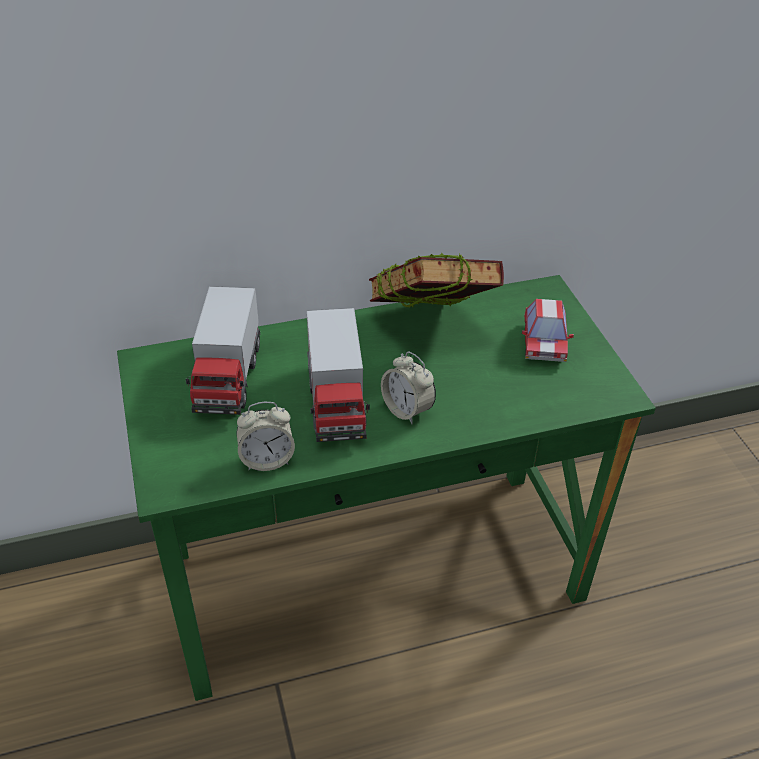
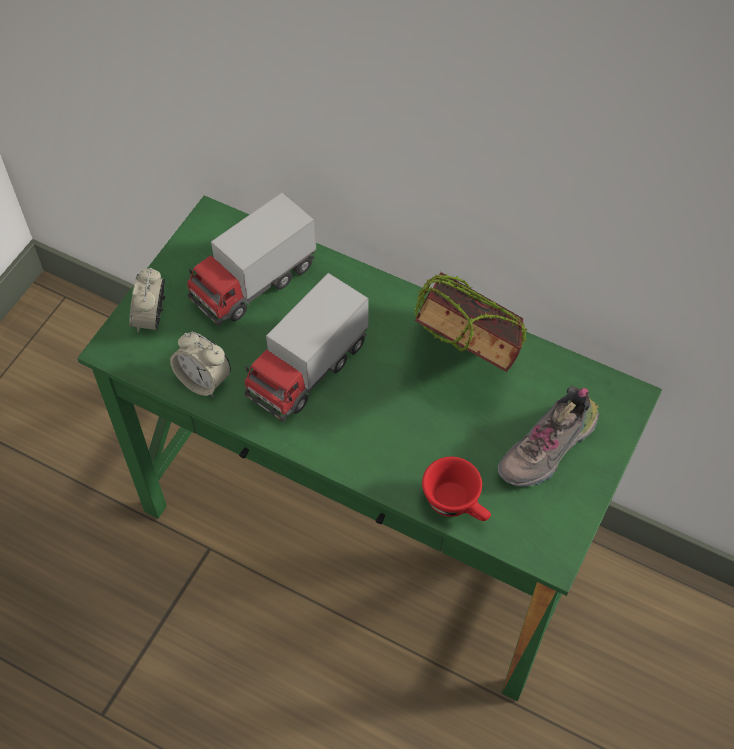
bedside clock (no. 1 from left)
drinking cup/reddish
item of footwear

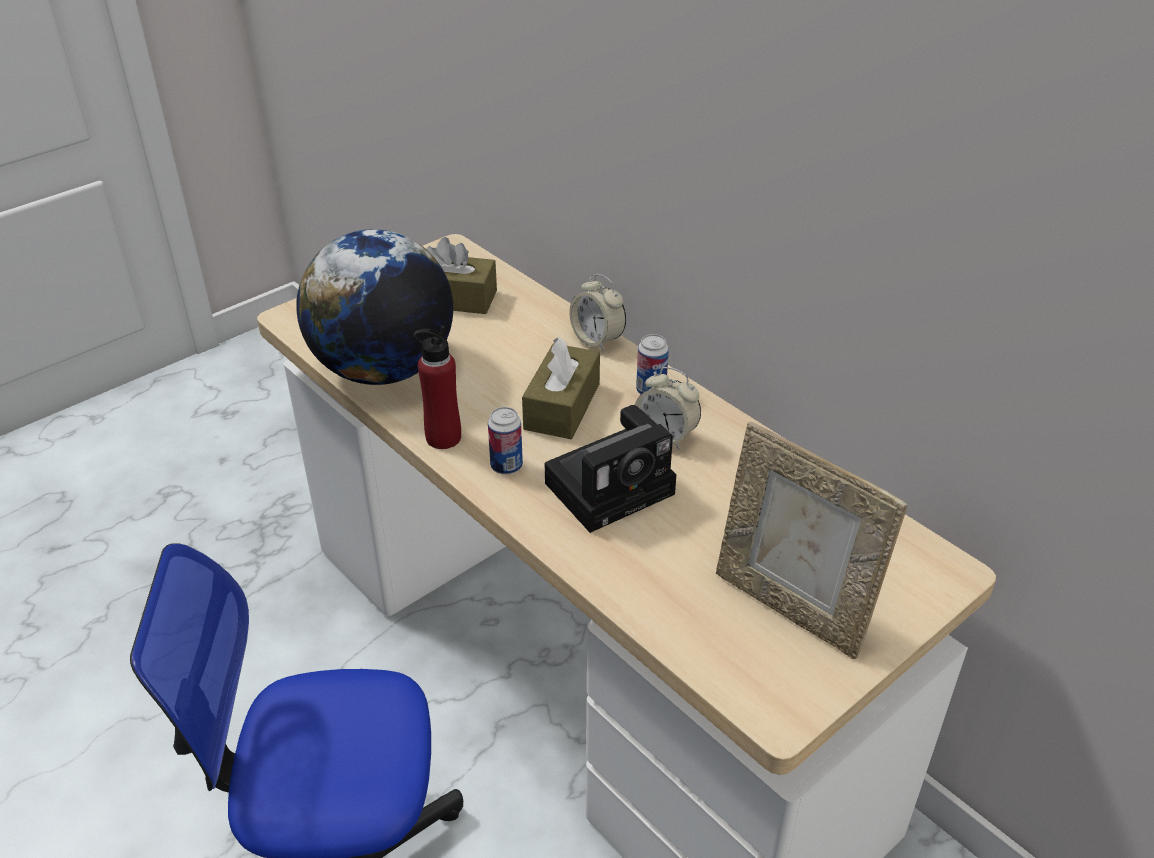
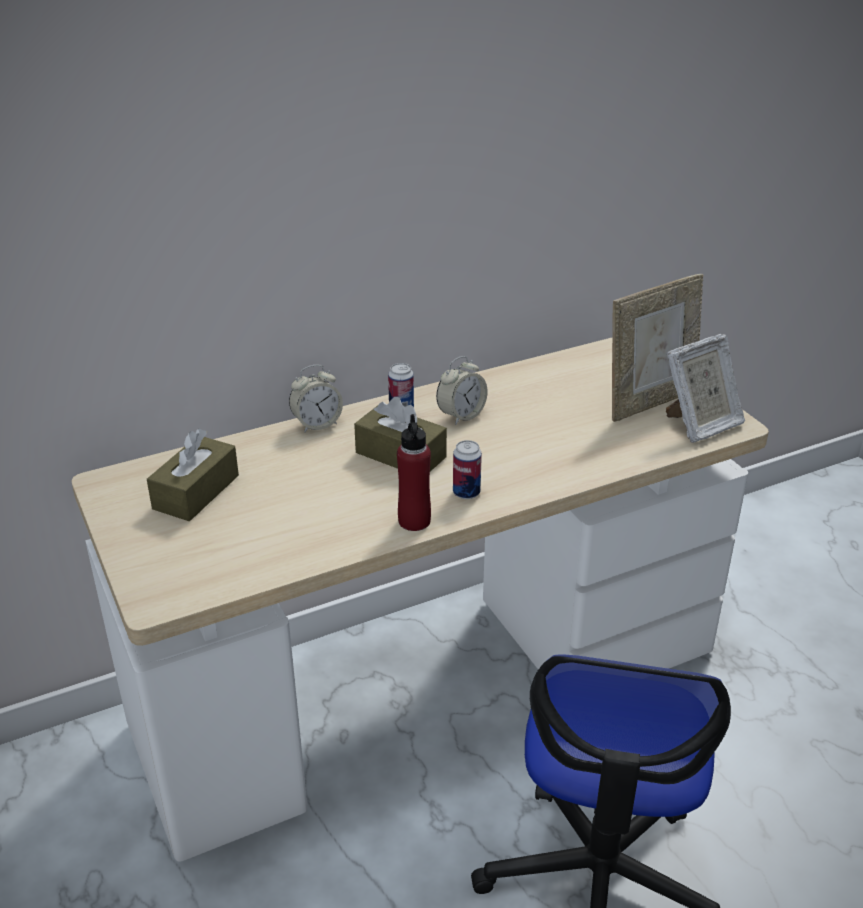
standing frame (no. 2 from left)
world globe
still camera

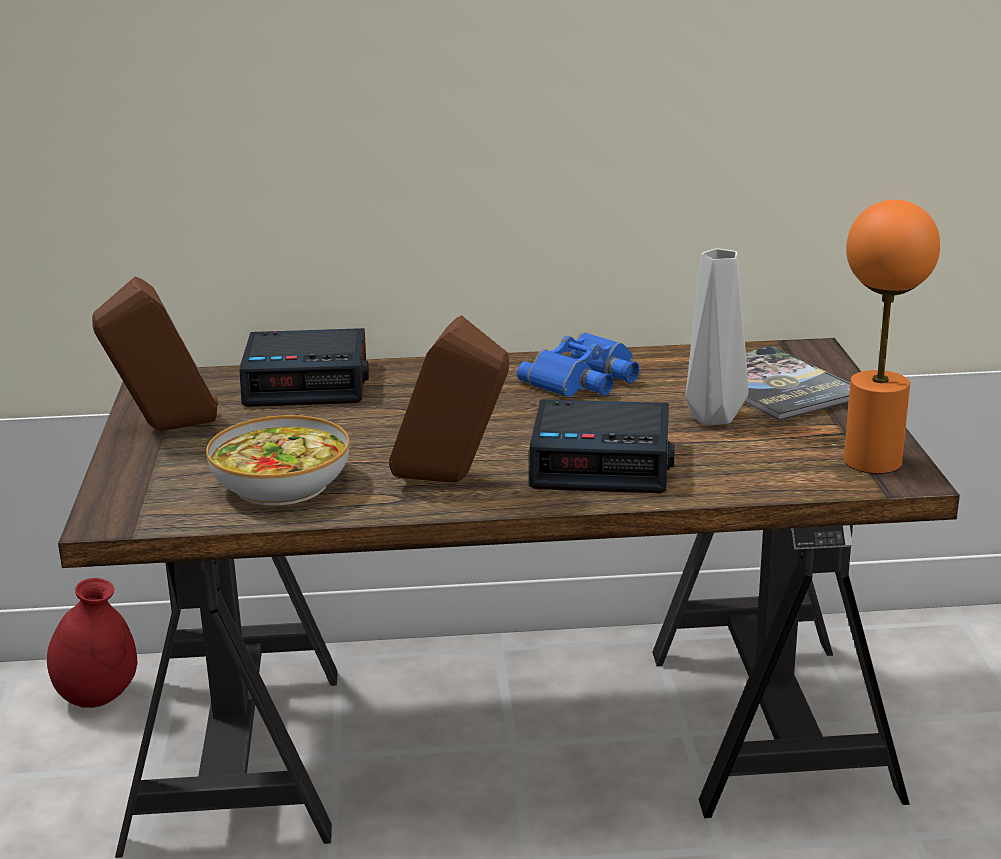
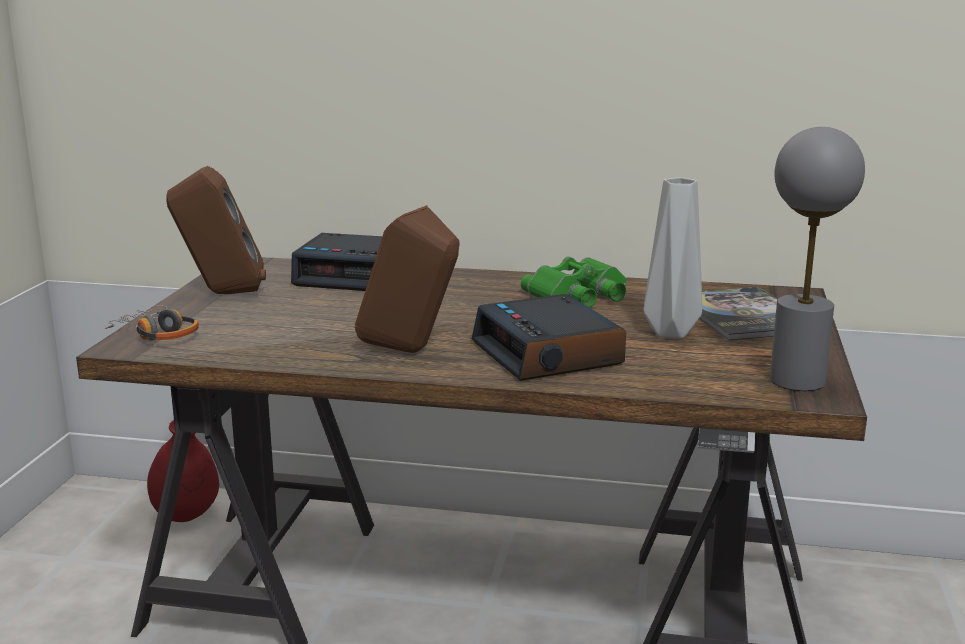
headphones
bedside clock (no. 2 from left)
field glasses/greenish
lamp for a table/grey
deep dish

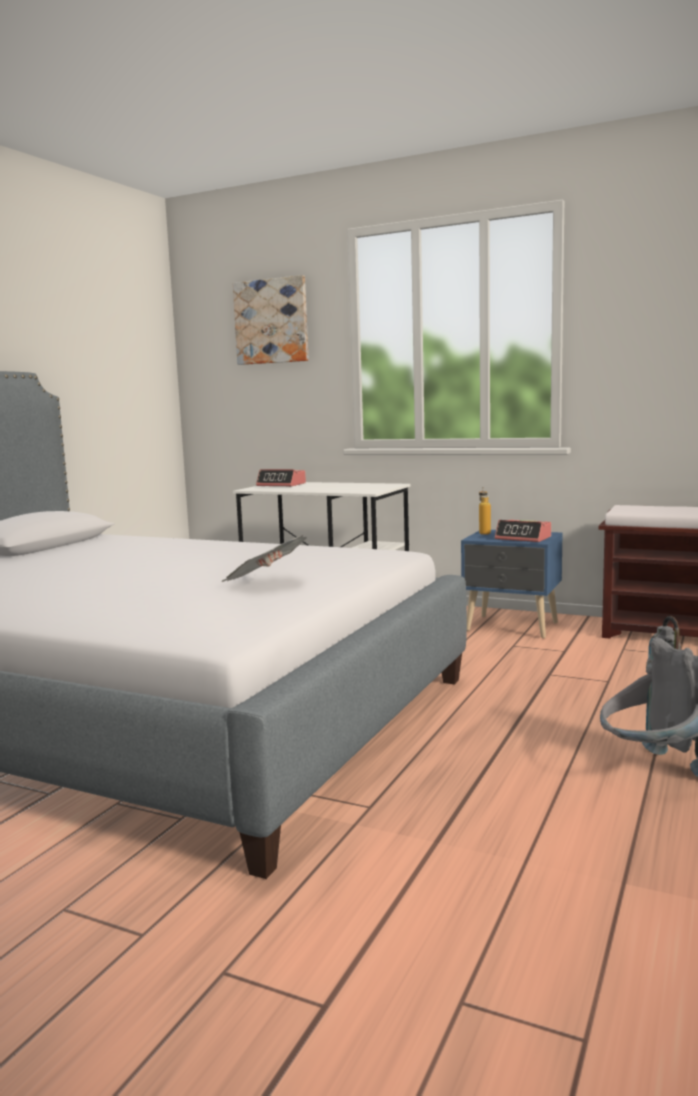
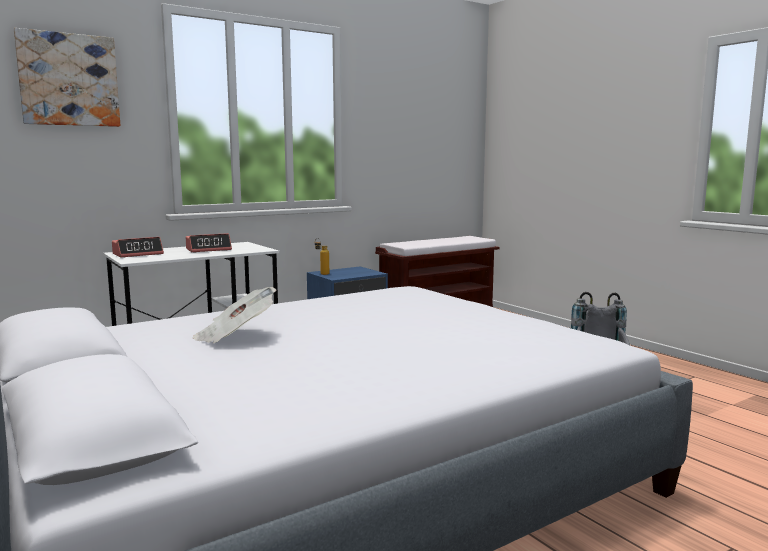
bedside clock (no. 2 from left)
newspaper

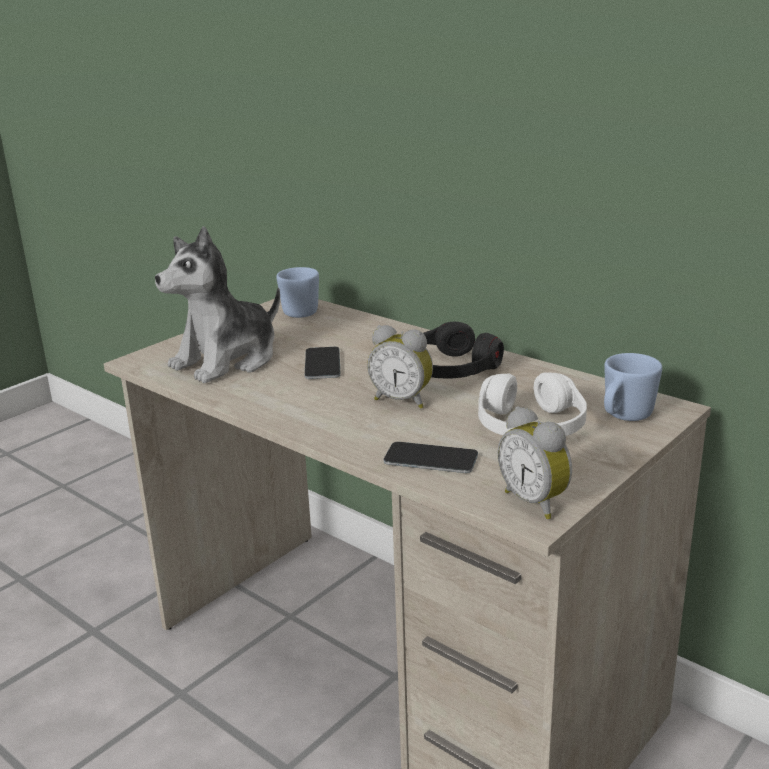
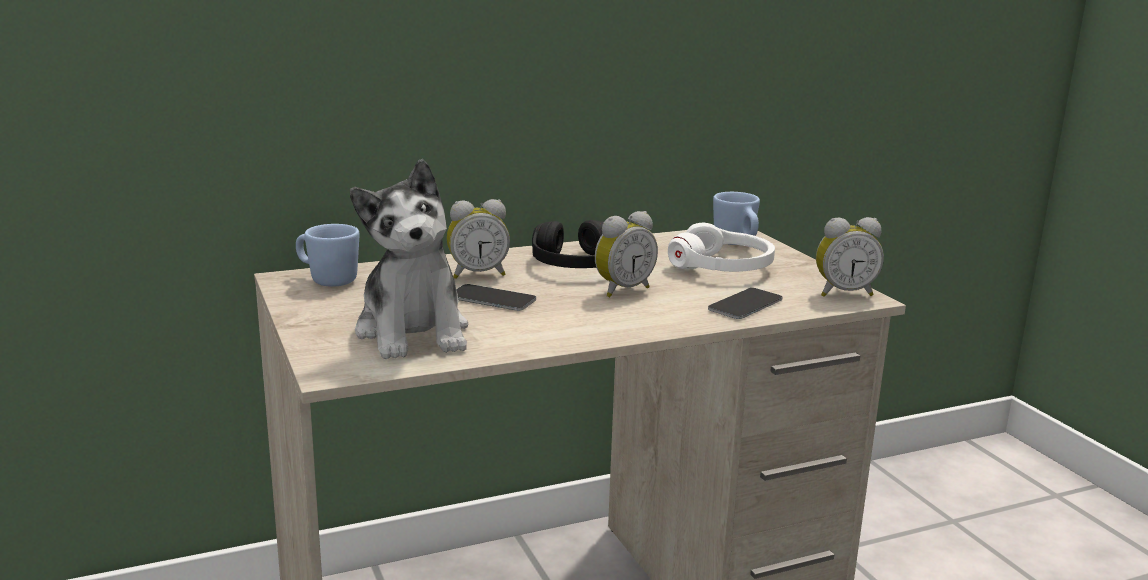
bedside clock (no. 1 from left)

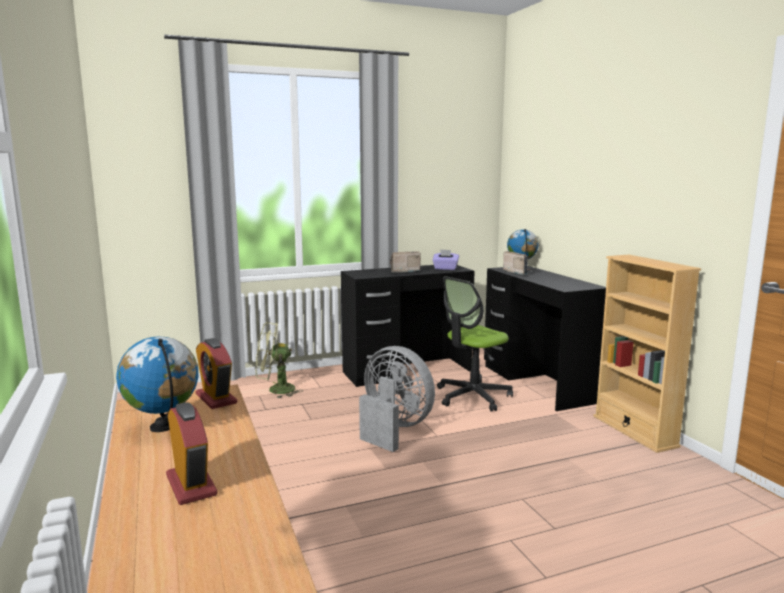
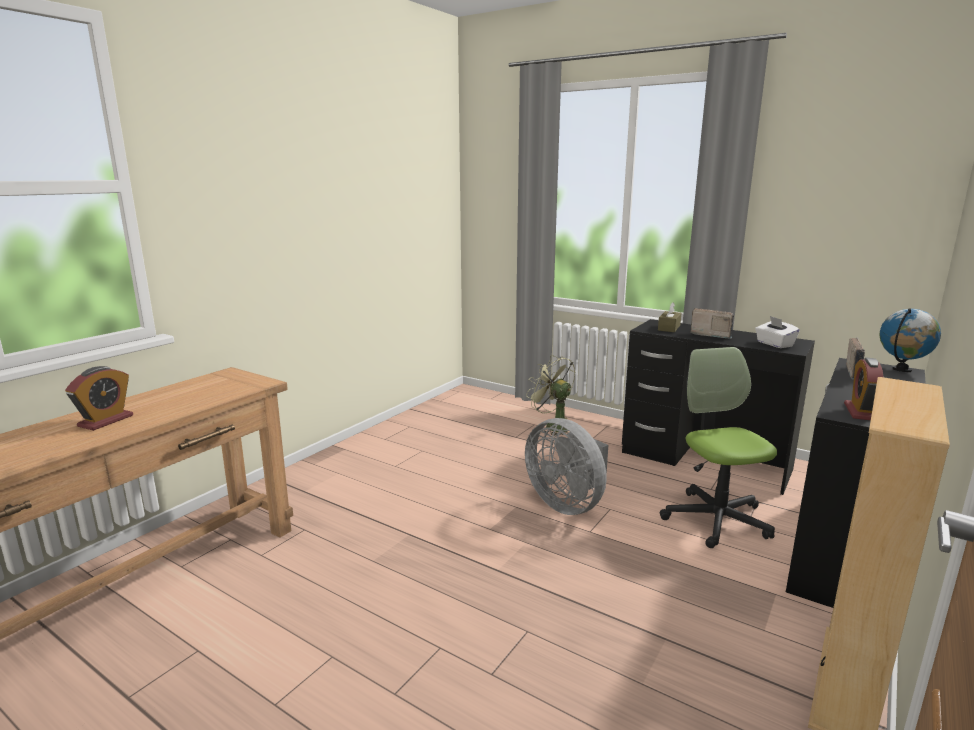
electric fan/grey
tissue holder/brown-coloured
computer chair
tissue holder/white-coloured
bedside clock (no. 2 from left)
world globe (no. 1 from left in the first image)

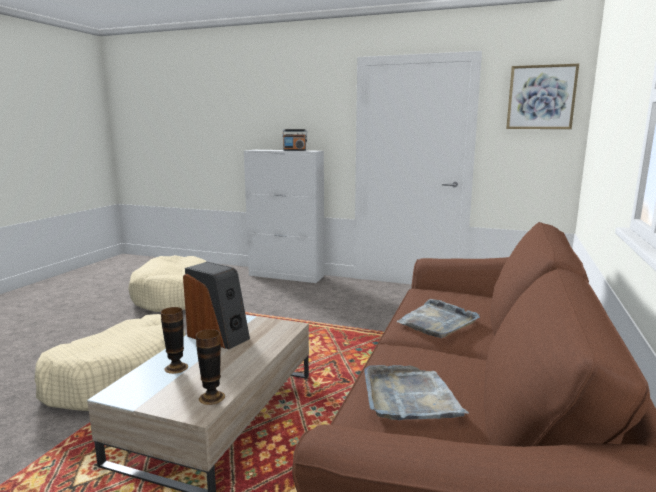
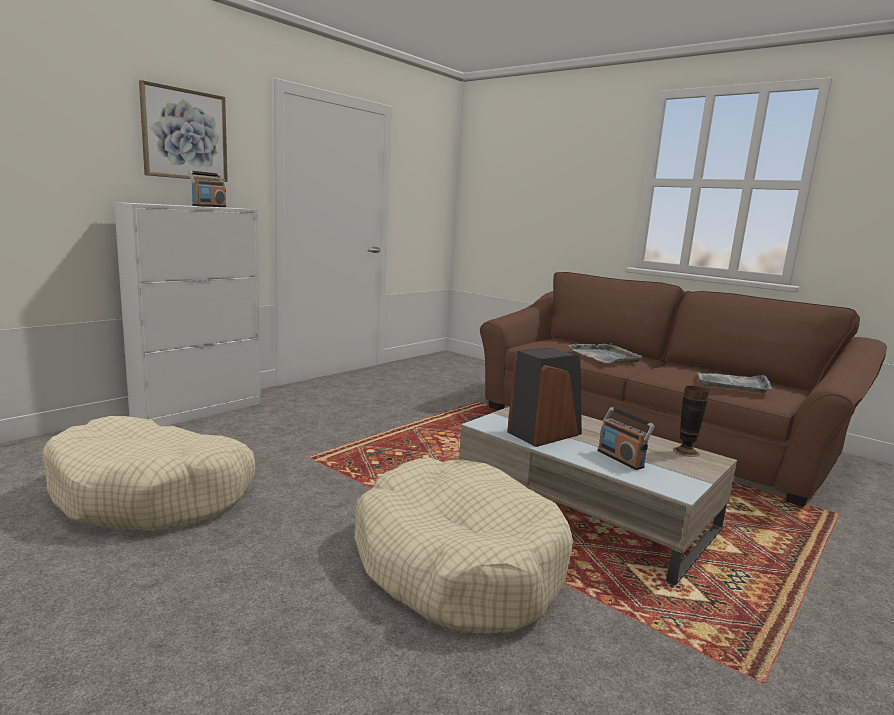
wall picture
radio set (no. 2 from left)

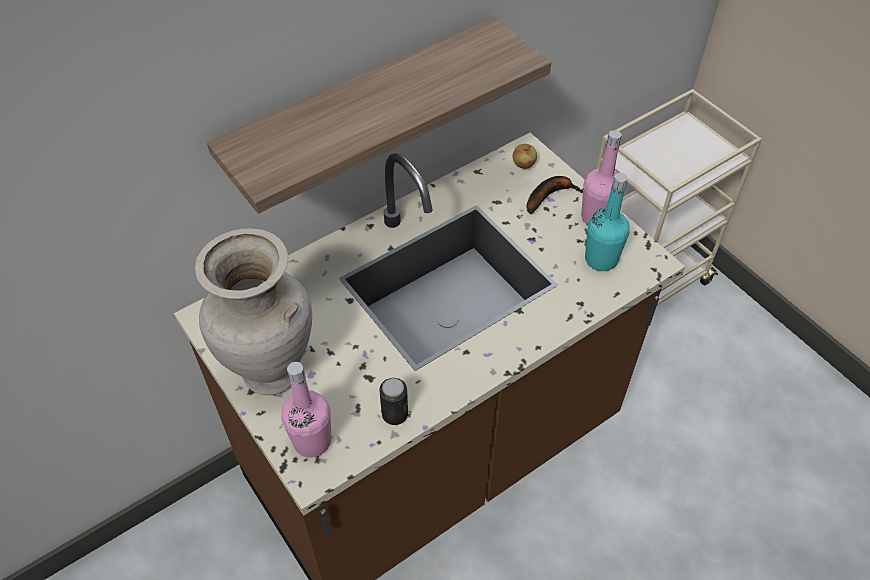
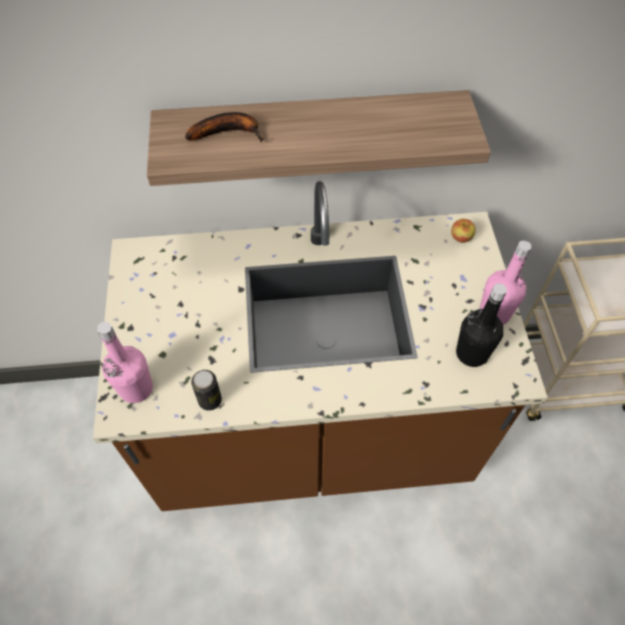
banana fruit
drink bottle/blackish
decorative vase/sand-coloured

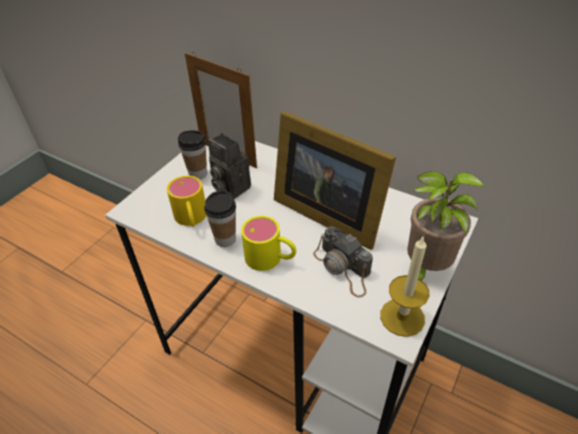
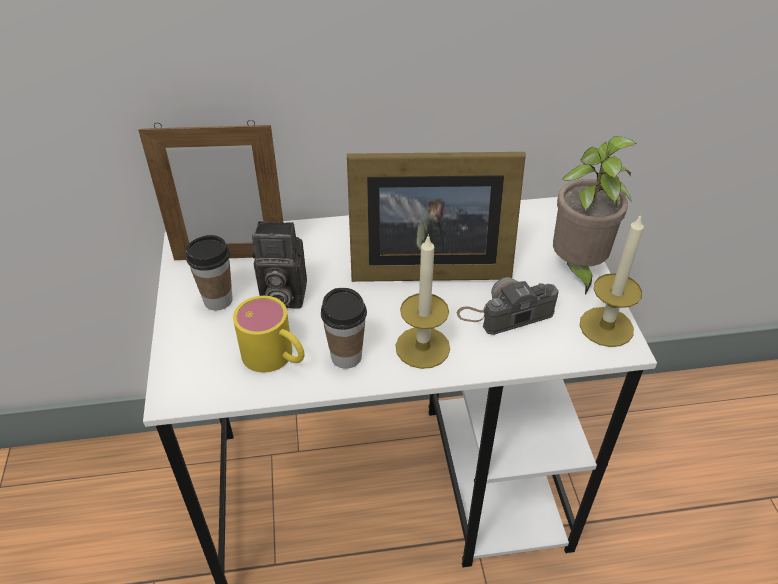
candle (no. 1 from left)
still camera (no. 2 from left)

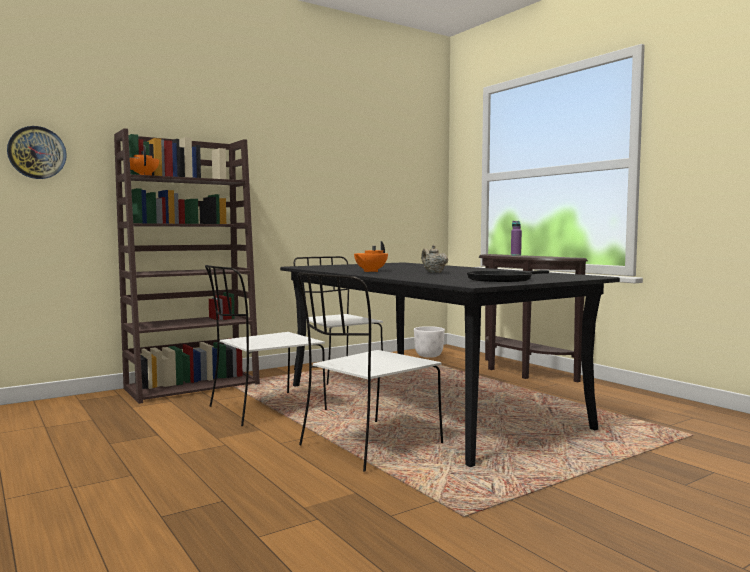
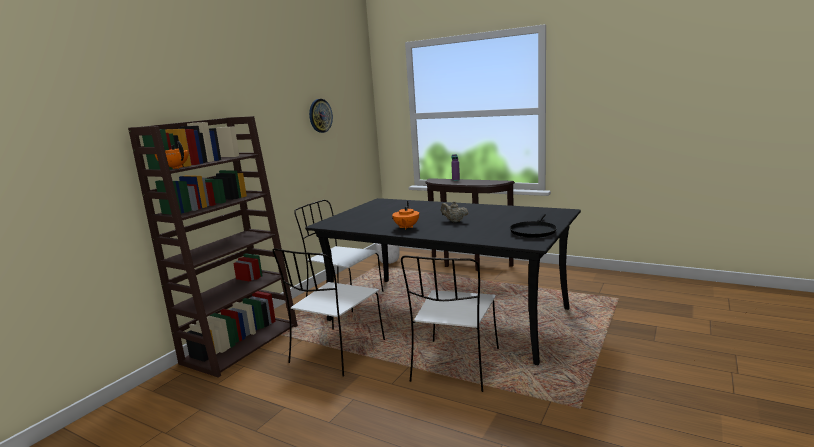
hanging clock

